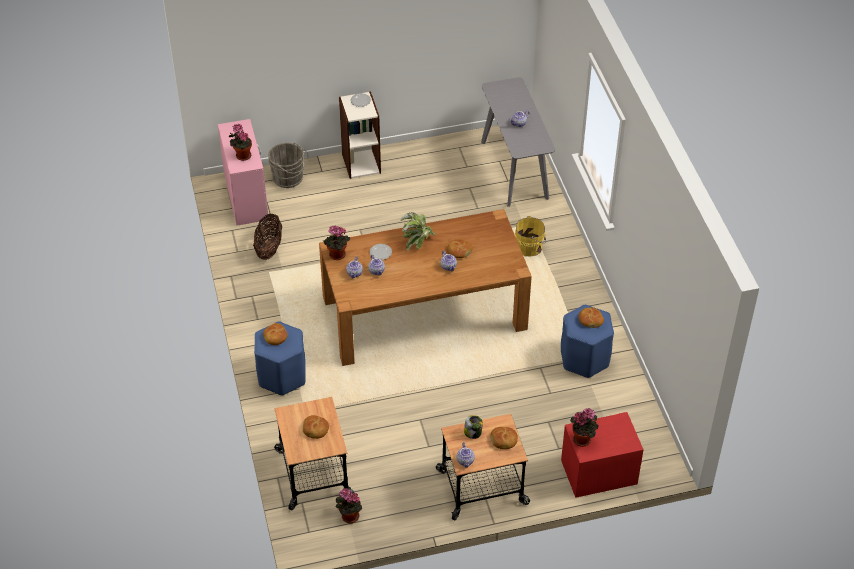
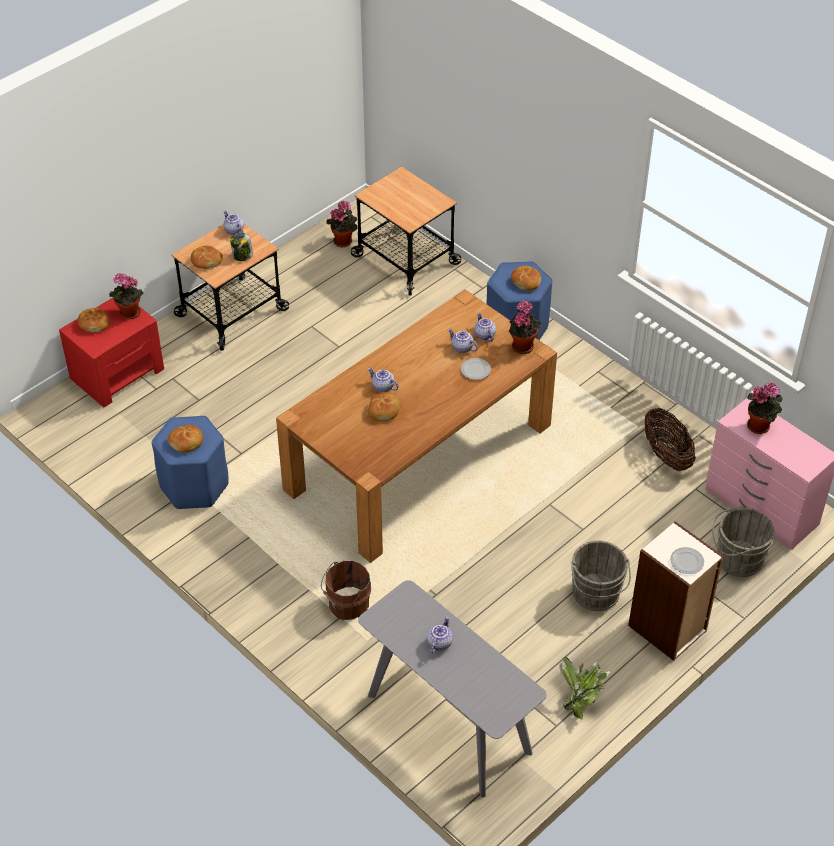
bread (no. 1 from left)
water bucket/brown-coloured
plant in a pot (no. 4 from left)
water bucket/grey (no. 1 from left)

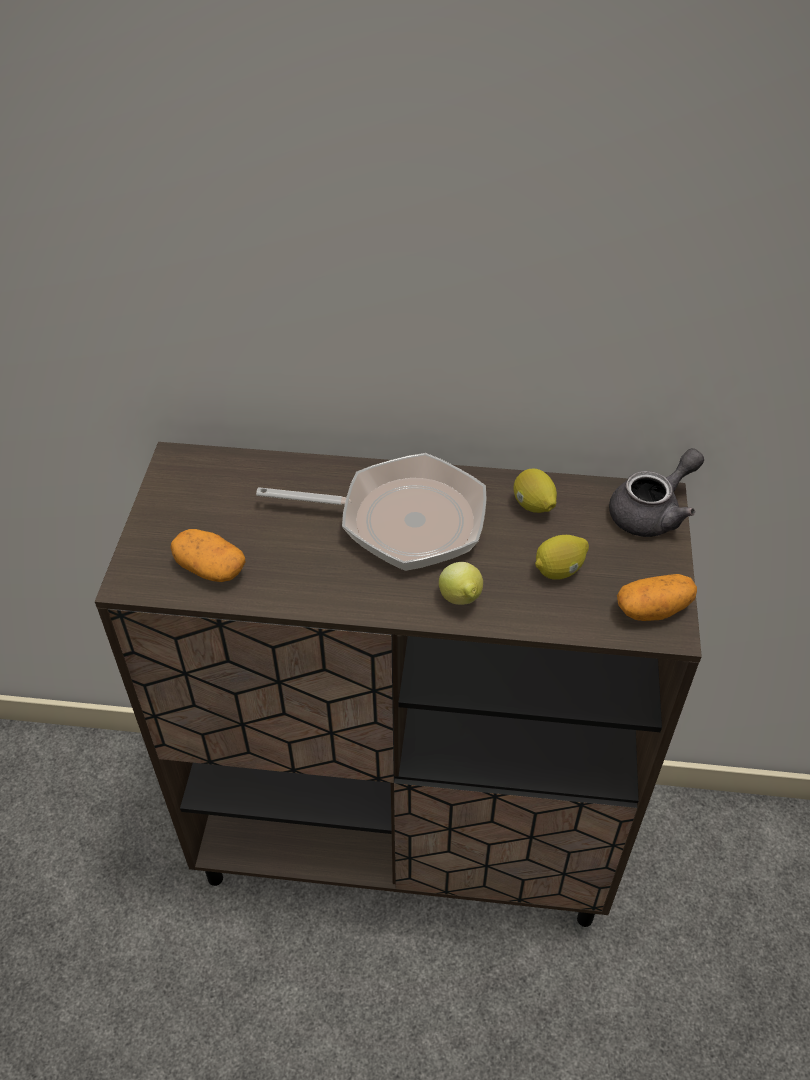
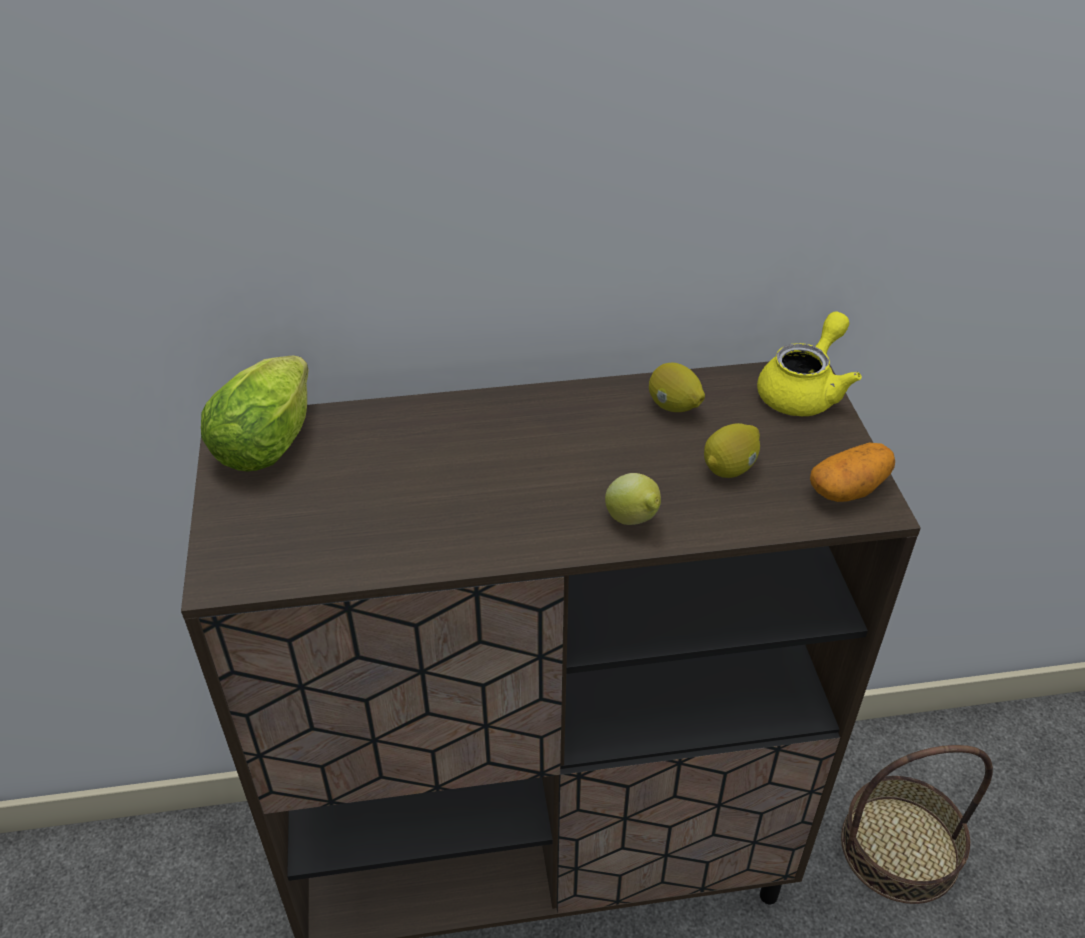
lettuce head
tea pot/yellow
basket
whole potato (no. 1 from left in the first image)
frying pan

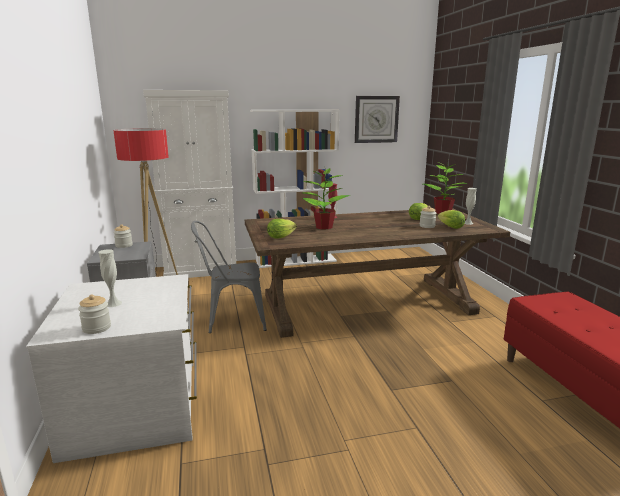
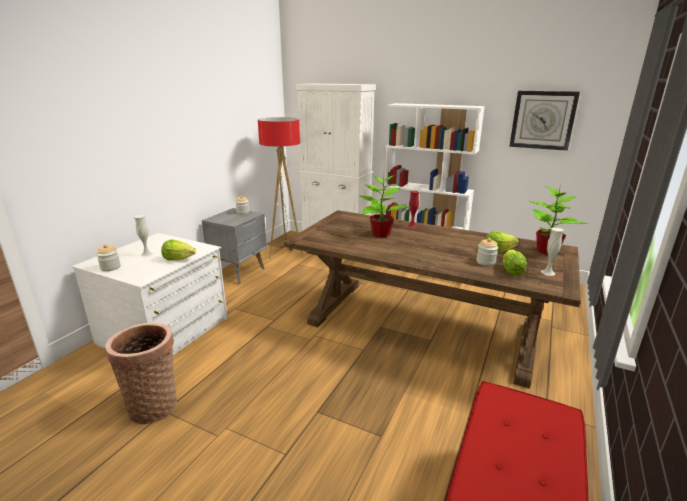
basket
lettuce head (no. 1 from left)
upright chair/grey

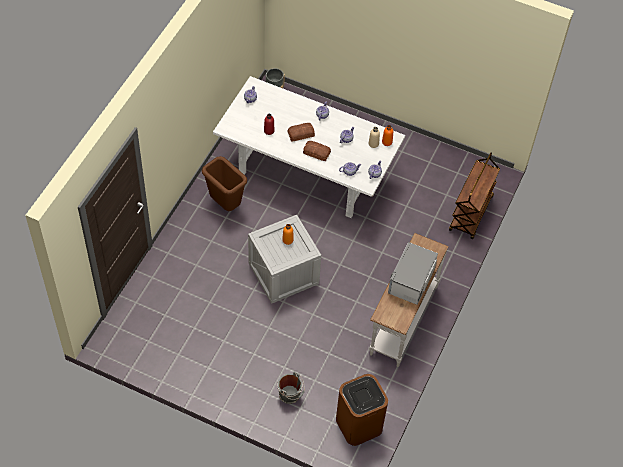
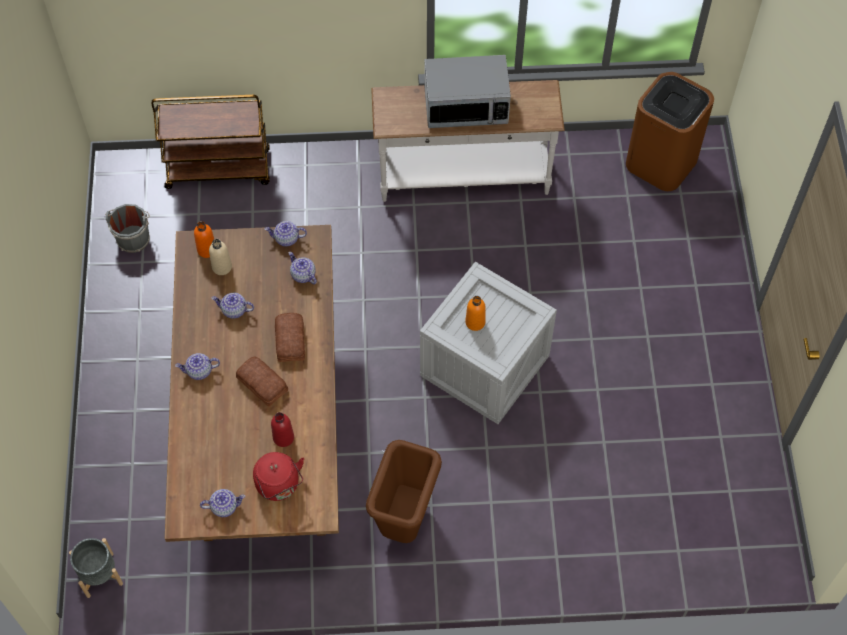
water bucket/grey
dinner table/brown-coloured
water kettle/reddish

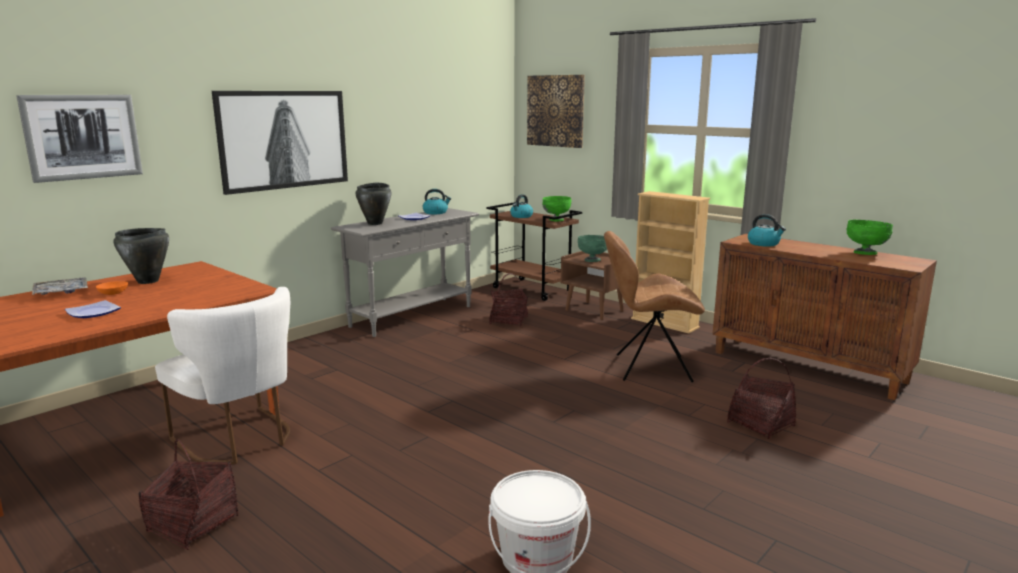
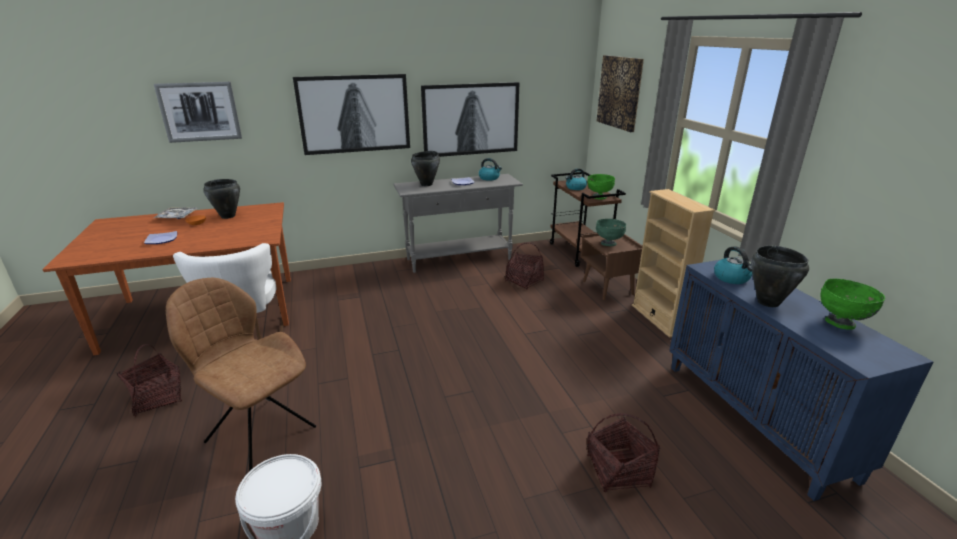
upright chair/brown-coloured
wall picture (no. 3 from left)
cabinet/bluish
cooking pot/blackish (no. 3 from left)

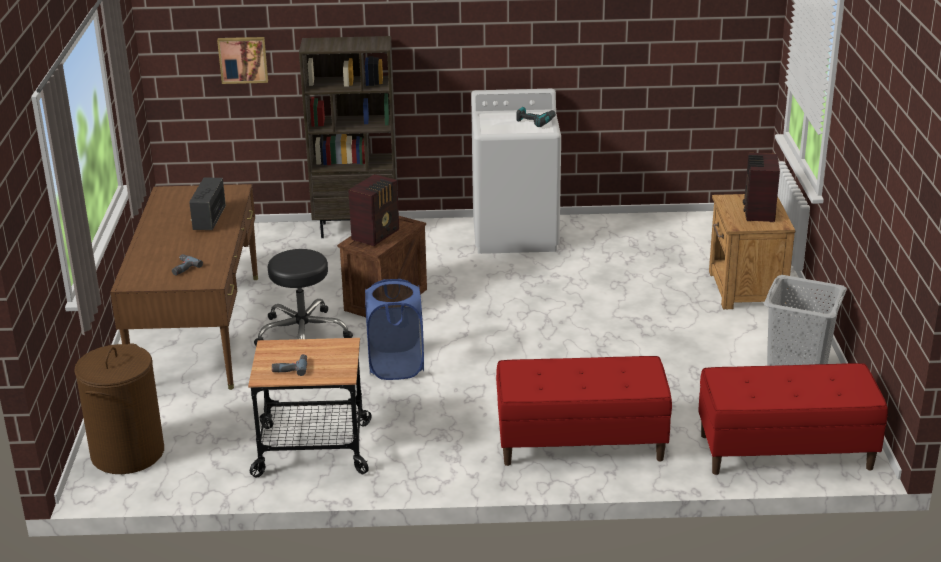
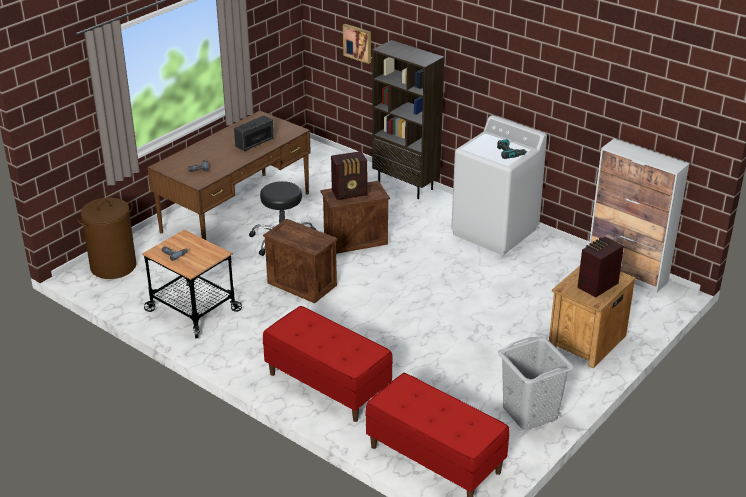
packing crate (no. 1 from left)
cabinet

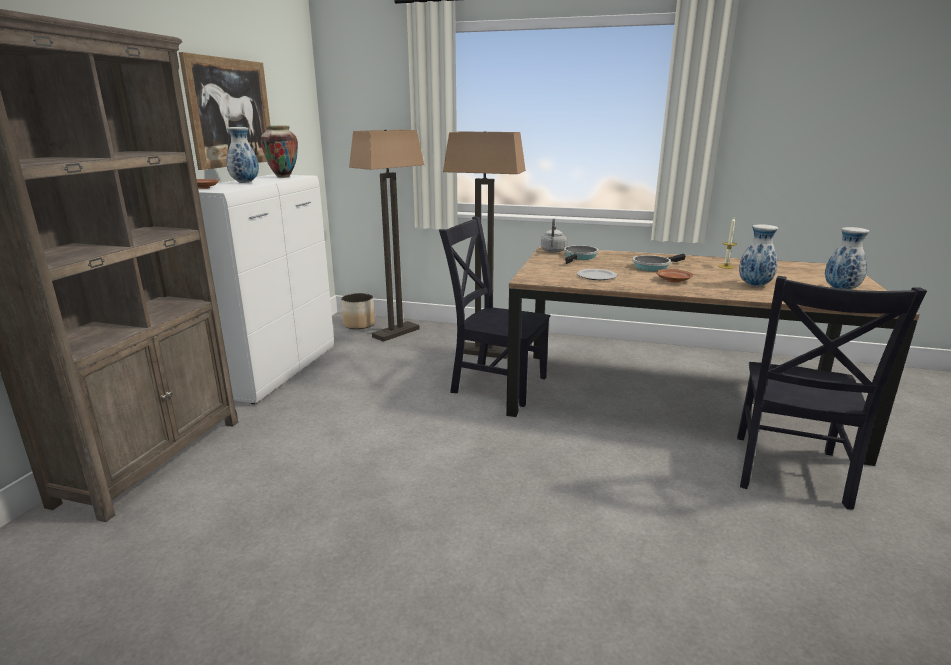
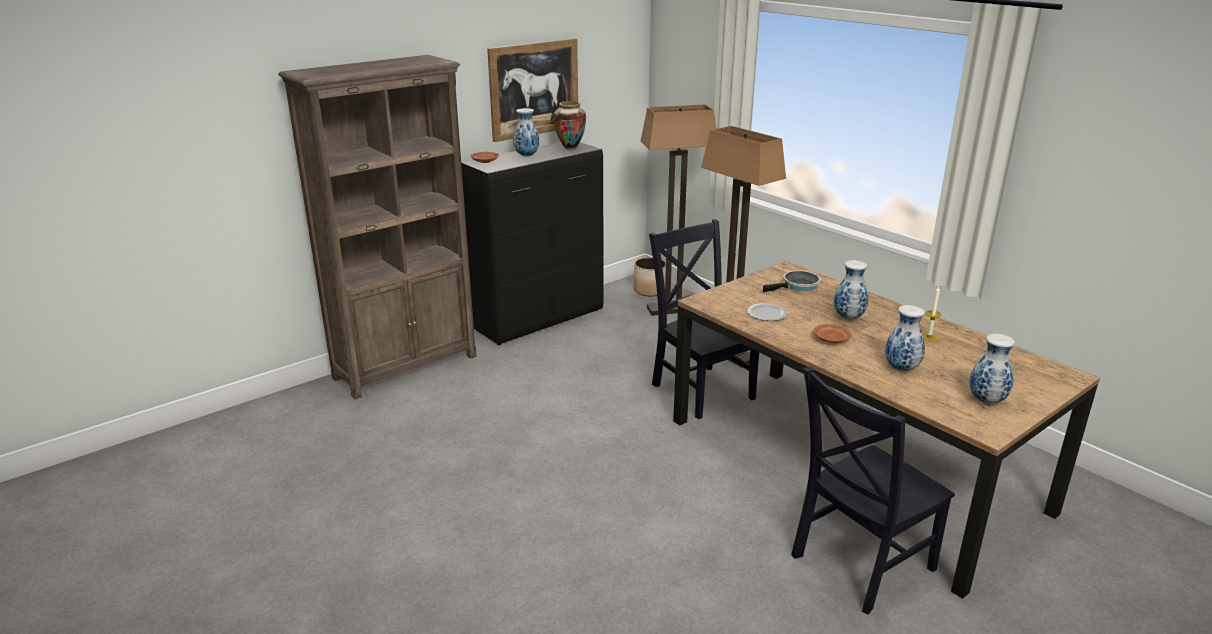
cabinet/blackish
decorative vase (no. 3 from left)
water kettle/grey

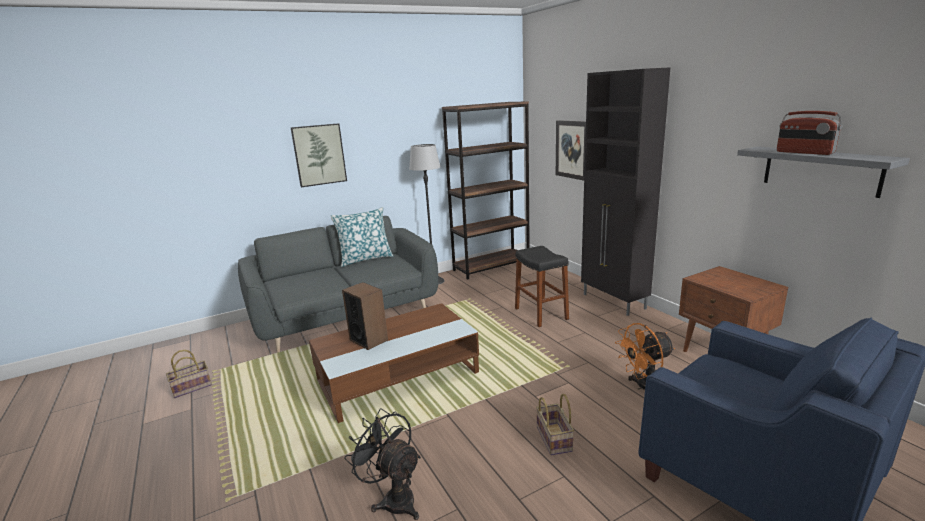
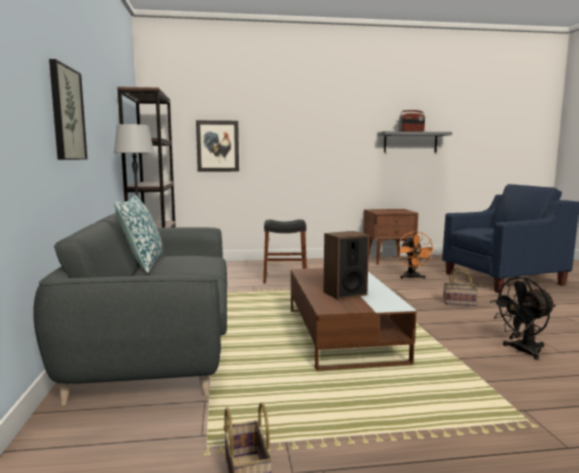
cabinet/blackish

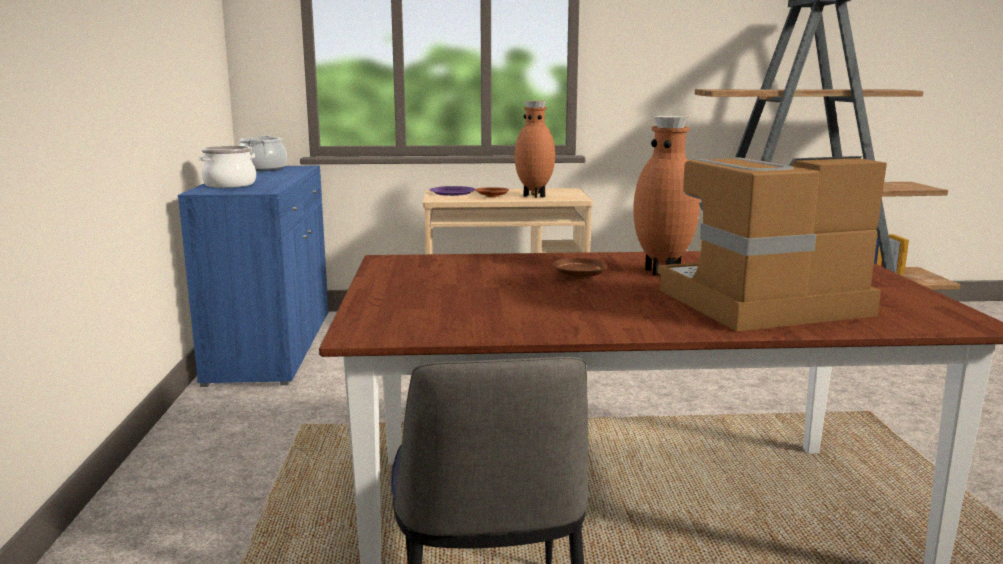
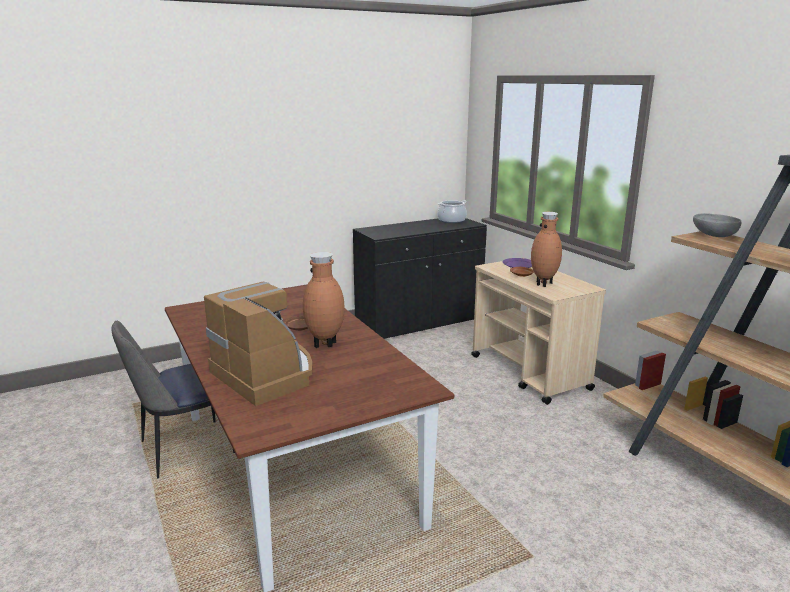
cabinet/blackish
deep dish/grey
cooking pot (no. 1 from left in the first image)

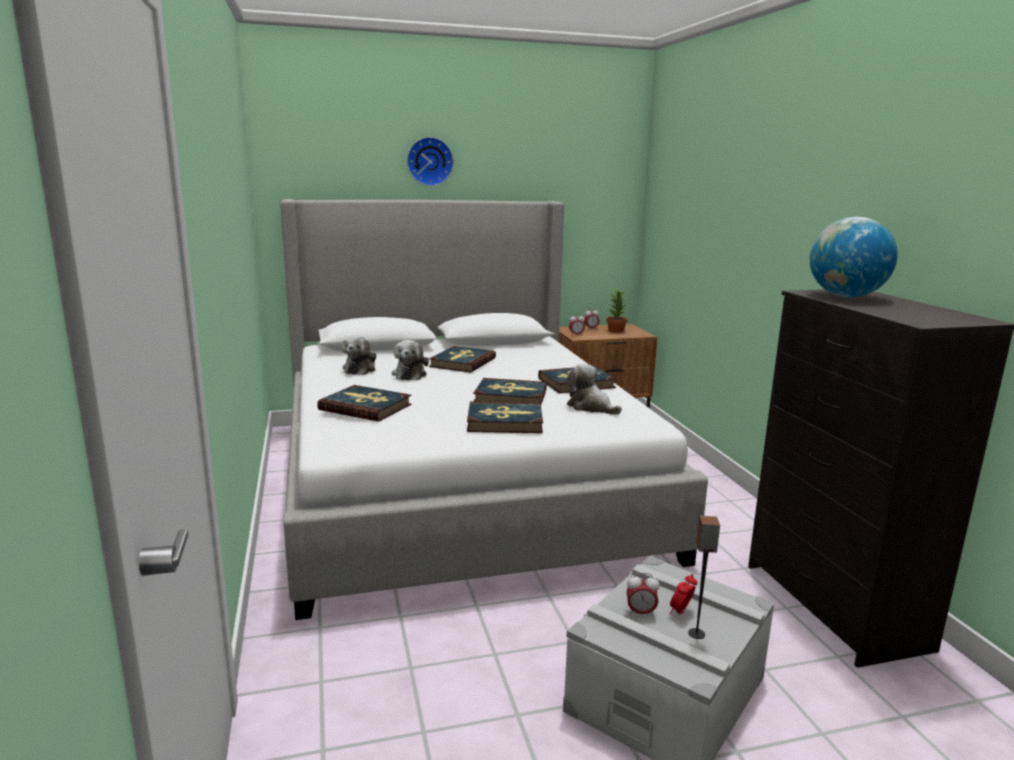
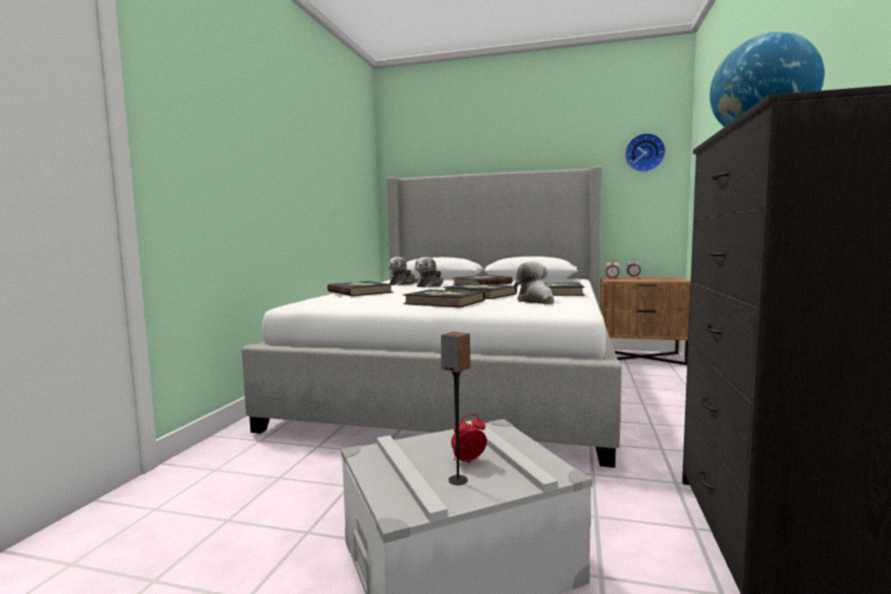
hanging clock
plant in a pot
bedside clock (no. 3 from left in the first image)

